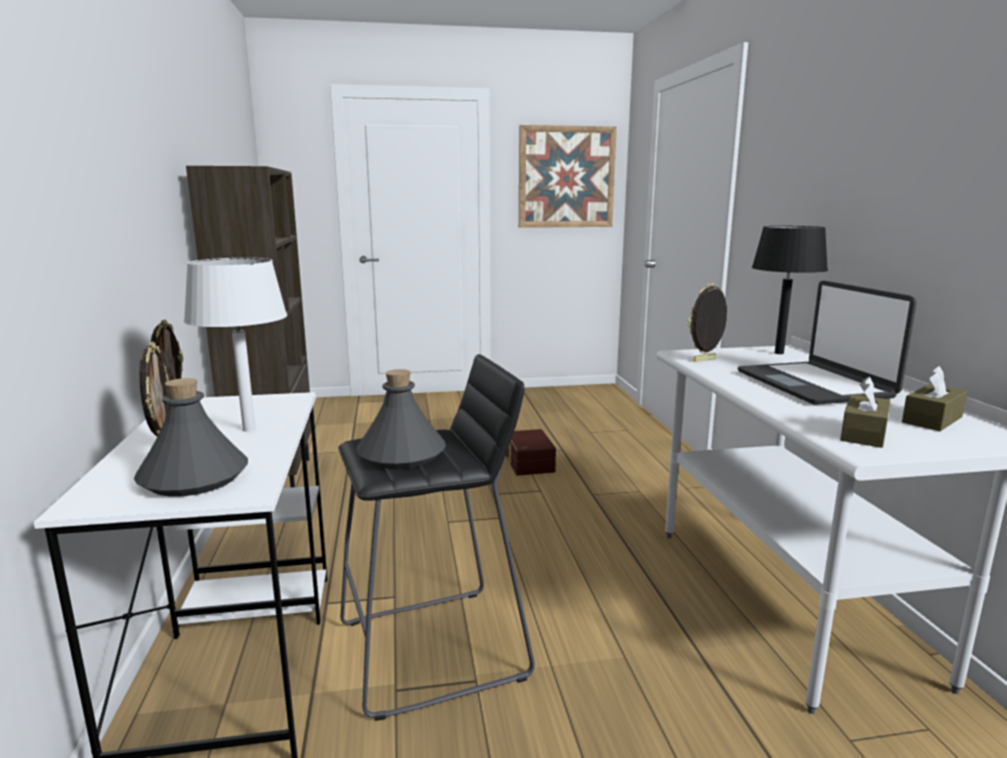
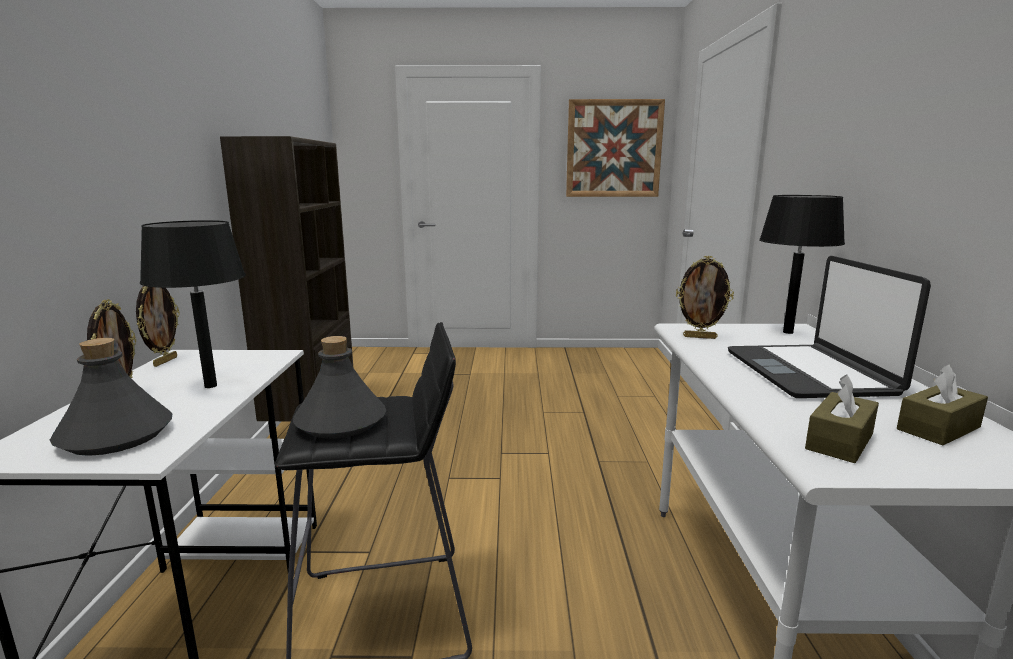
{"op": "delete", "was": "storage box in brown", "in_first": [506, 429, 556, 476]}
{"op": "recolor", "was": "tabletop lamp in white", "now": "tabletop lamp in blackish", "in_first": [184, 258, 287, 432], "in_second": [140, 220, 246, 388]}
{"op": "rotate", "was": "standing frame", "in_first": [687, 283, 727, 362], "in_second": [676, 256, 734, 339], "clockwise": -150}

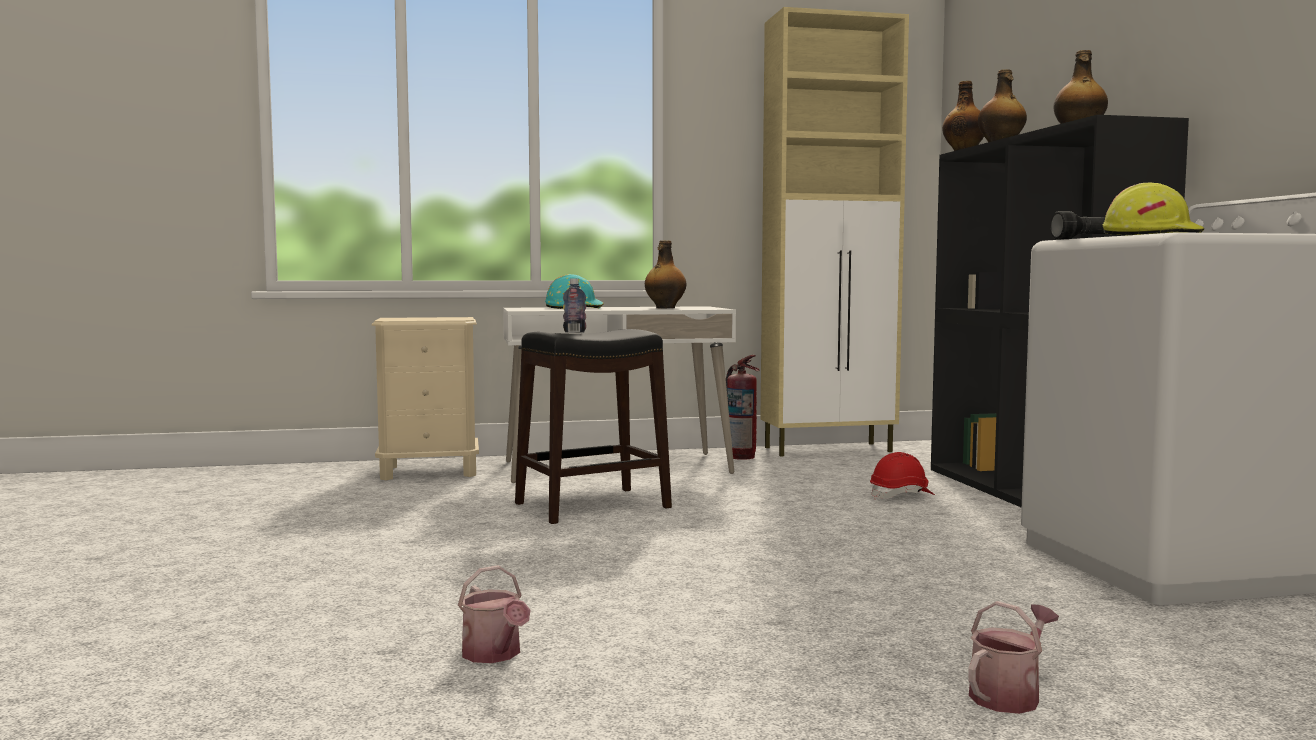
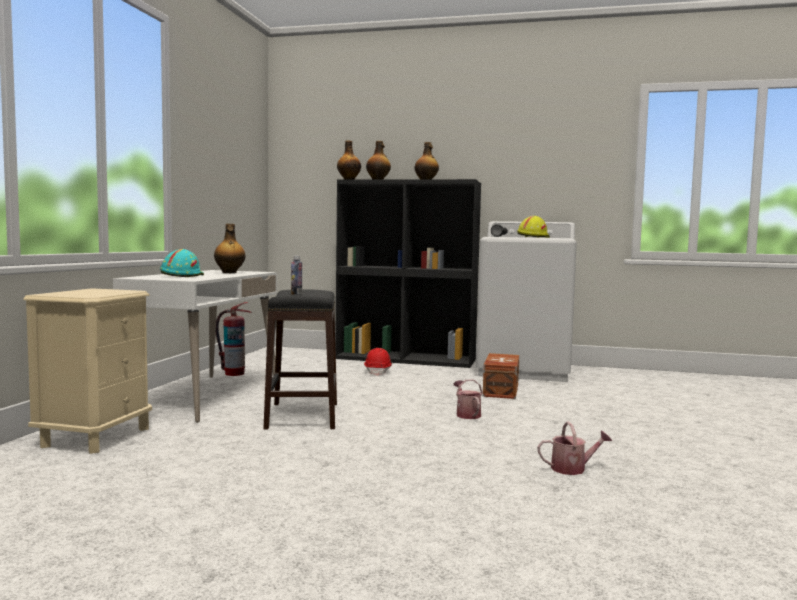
{"op": "delete", "was": "storage cabinet in sand-coloured", "in_first": [761, 7, 909, 456]}
{"op": "insert", "now": "storage box in brown", "in_second": [483, 353, 519, 399]}
{"op": "move", "was": "watering can", "in_first": [968, 601, 1059, 714], "in_second": [453, 379, 482, 419]}

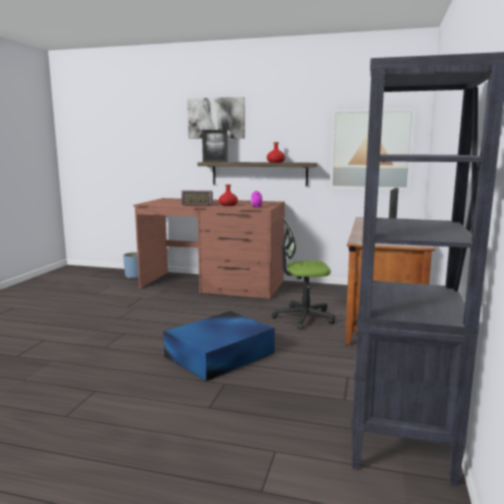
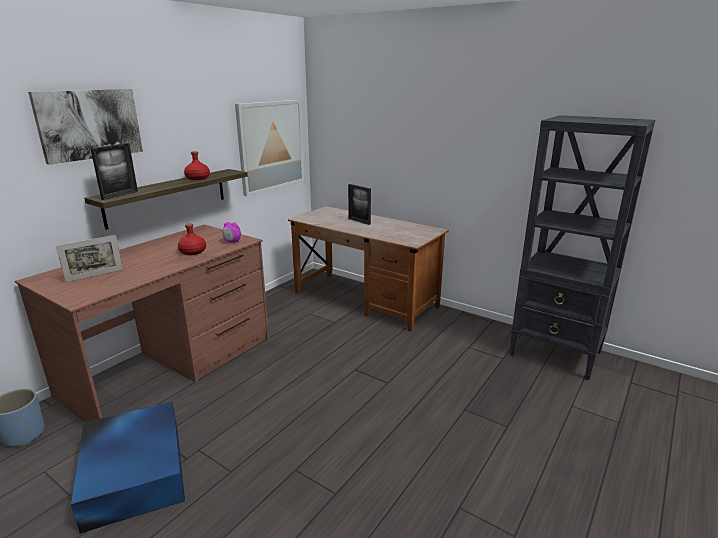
{"op": "delete", "was": "radio receiver", "in_first": [181, 190, 213, 205]}
{"op": "delete", "was": "computer chair", "in_first": [272, 216, 335, 329]}
{"op": "insert", "now": "standing frame", "in_second": [56, 235, 123, 282]}
{"op": "move", "was": "storage box in blue", "in_first": [163, 311, 275, 381], "in_second": [71, 401, 185, 534]}

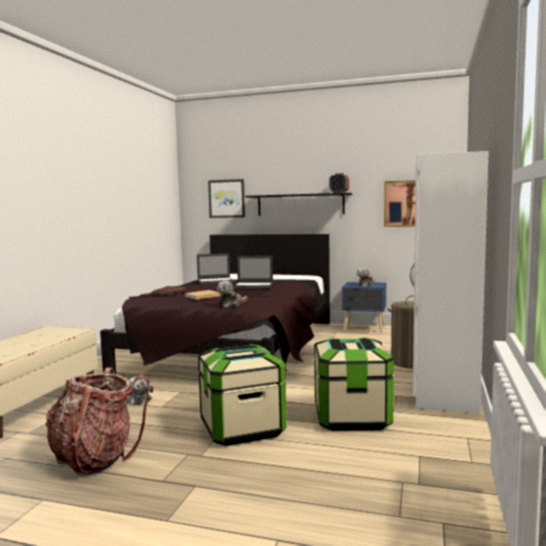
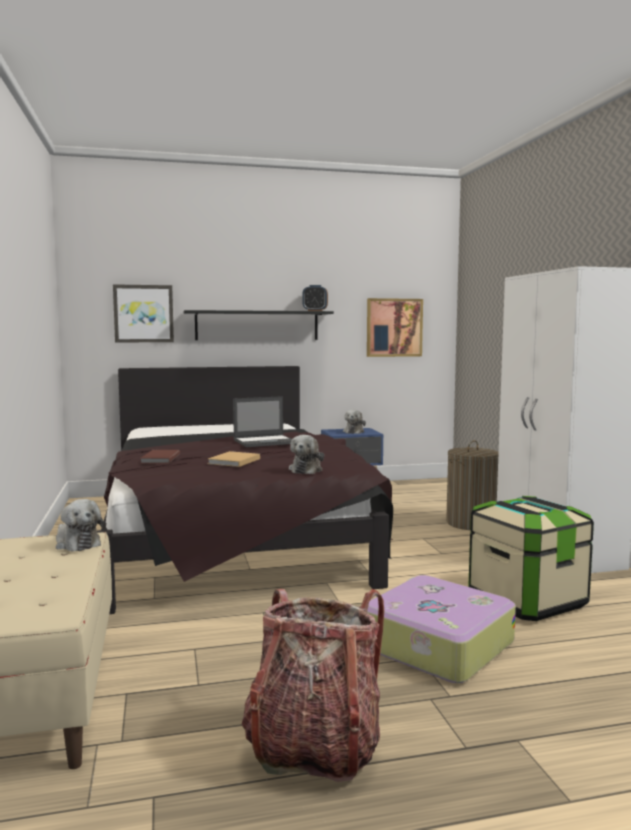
{"op": "delete", "was": "laptop", "in_first": [197, 253, 235, 284]}
{"op": "move", "was": "plush toy", "in_first": [126, 375, 153, 405], "in_second": [56, 499, 104, 551]}
{"op": "replace", "was": "storage box", "now": "suitcase", "in_first": [198, 344, 286, 446], "in_second": [367, 575, 516, 683]}

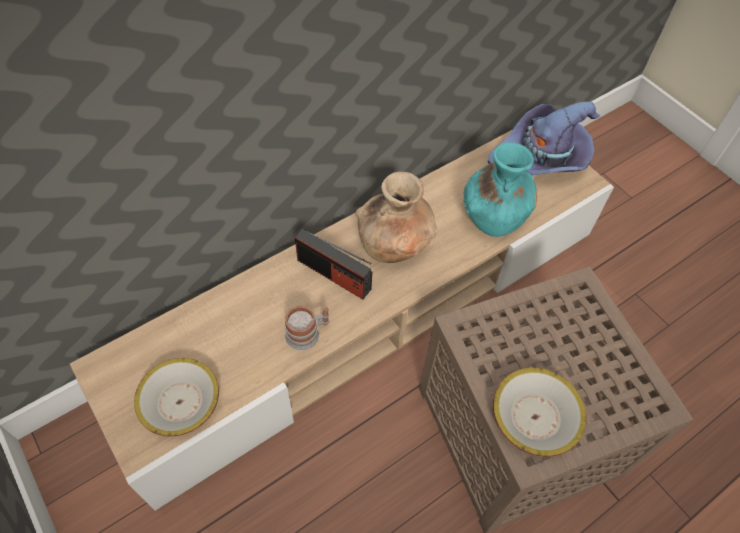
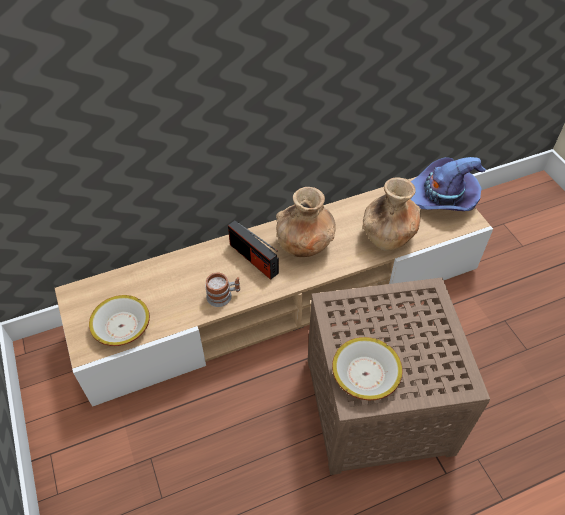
{"op": "recolor", "was": "decorative vase in blue-green", "now": "decorative vase in brown", "in_first": [464, 142, 537, 237], "in_second": [363, 177, 421, 251]}

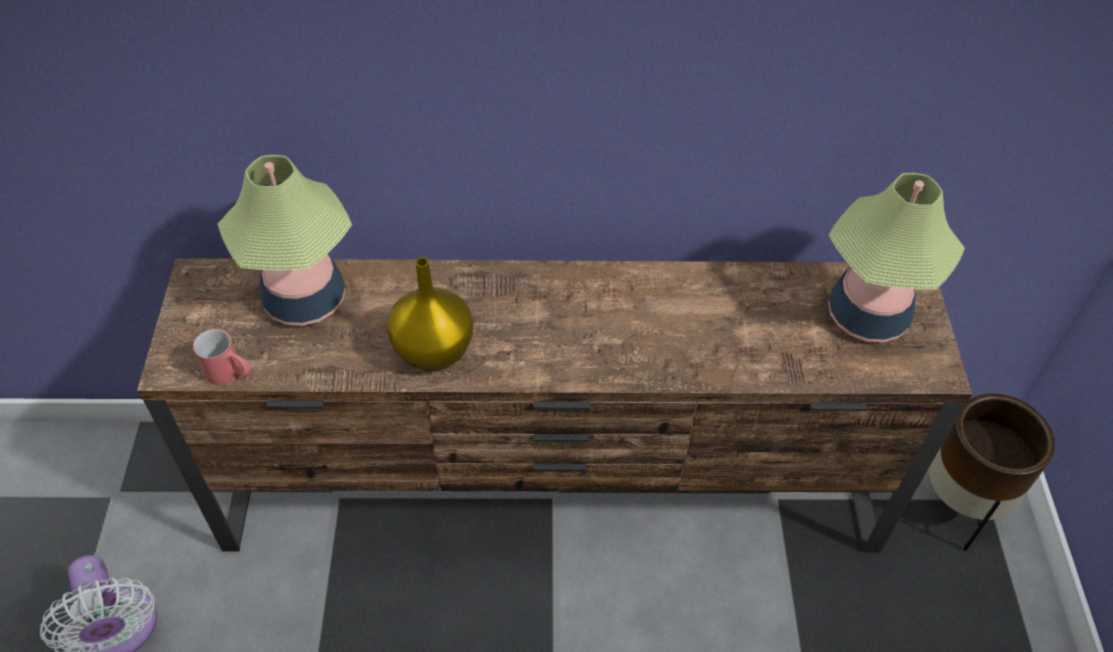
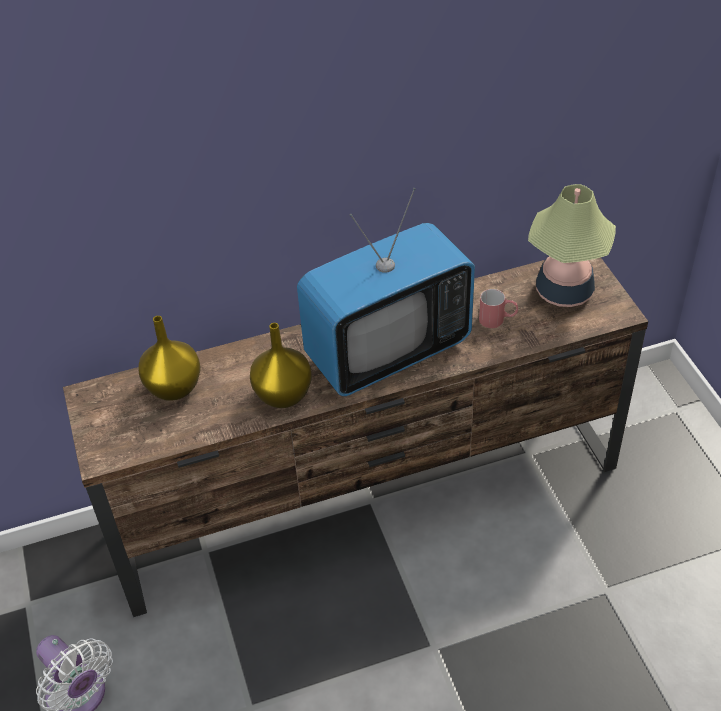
{"op": "delete", "was": "flower pot in brown", "in_first": [929, 393, 1055, 551]}
{"op": "insert", "now": "TV", "in_second": [297, 188, 475, 396]}
{"op": "move", "was": "coffee mug in red", "in_first": [193, 329, 252, 386], "in_second": [479, 289, 518, 328]}
{"op": "replace", "was": "tabletop lamp", "now": "decorative vase in yellow-coloured", "in_first": [218, 155, 352, 326], "in_second": [138, 316, 201, 401]}

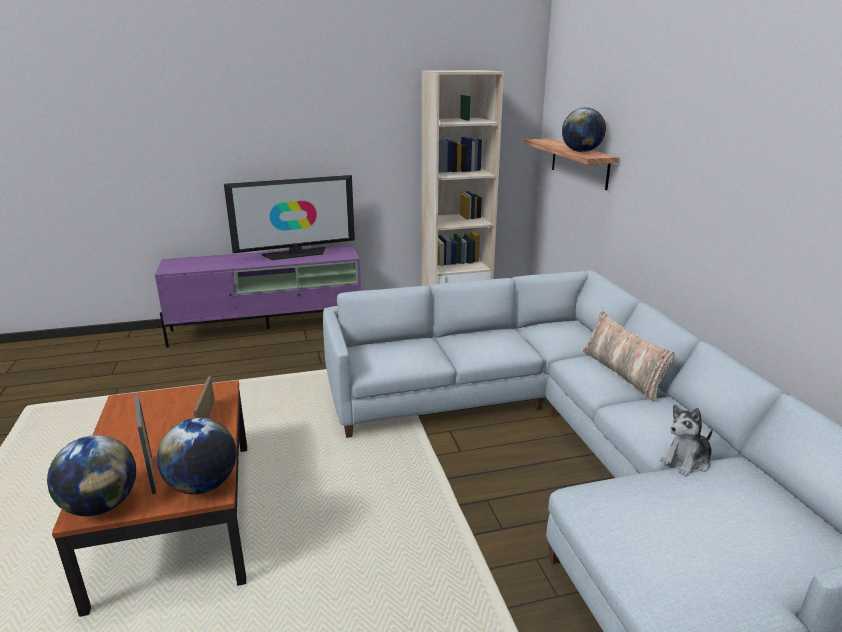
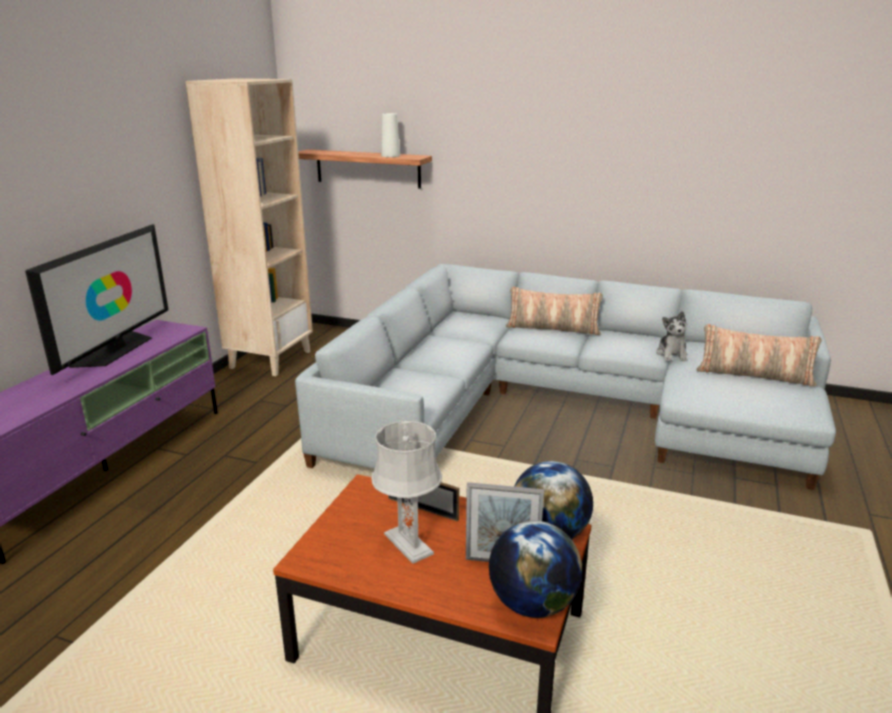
{"op": "insert", "now": "tabletop lamp in greyish", "in_second": [371, 421, 442, 564]}
{"op": "insert", "now": "throw pillow", "in_second": [696, 324, 822, 387]}
{"op": "replace", "was": "desk globe", "now": "decorative vase in white", "in_first": [562, 108, 606, 152], "in_second": [381, 113, 400, 157]}

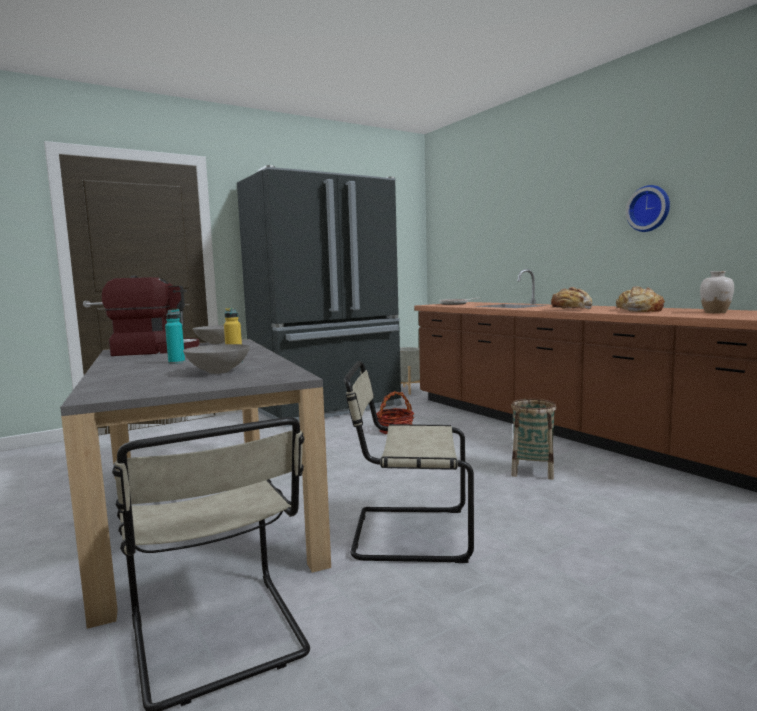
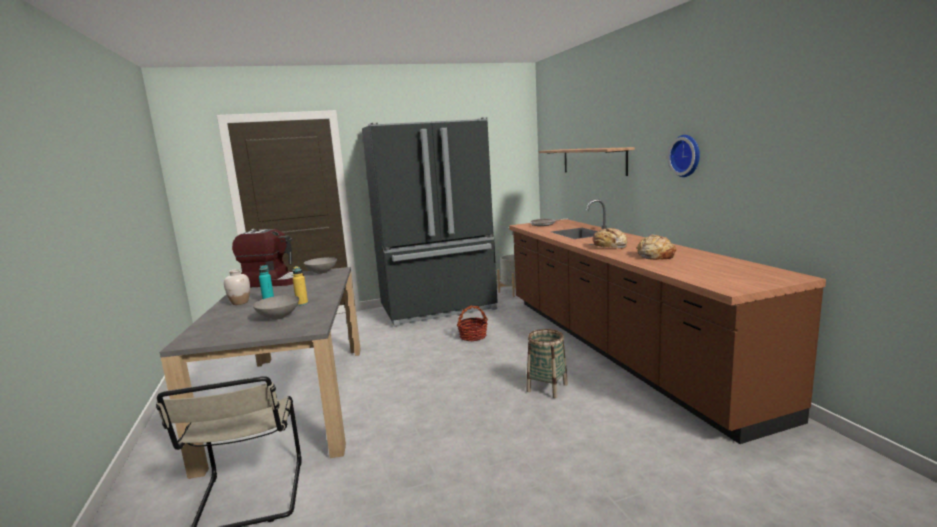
{"op": "delete", "was": "upright chair in sand-coloured", "in_first": [344, 361, 474, 563]}
{"op": "insert", "now": "bracket shelf", "in_second": [539, 147, 635, 176]}
{"op": "move", "was": "decorative vase in white", "in_first": [700, 271, 734, 313], "in_second": [224, 269, 250, 305]}

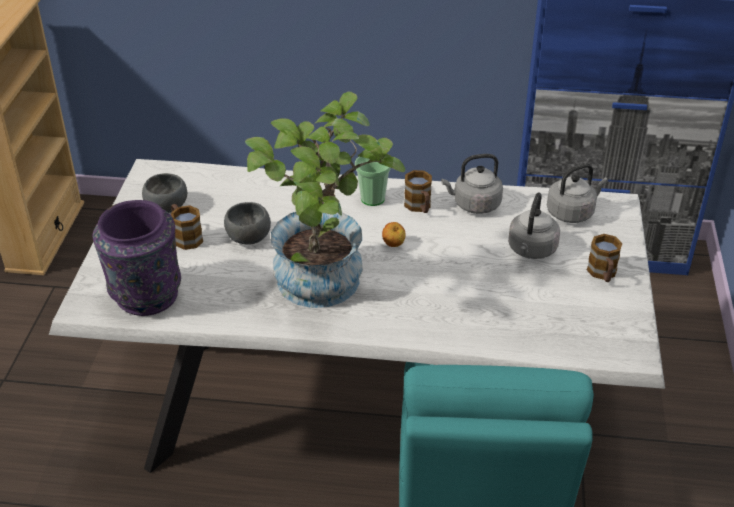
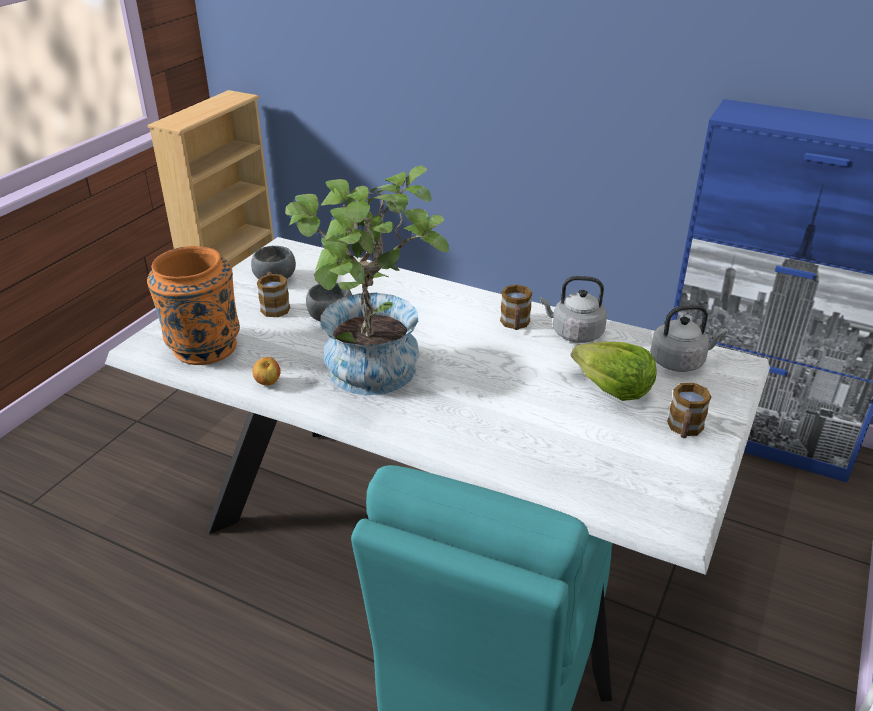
{"op": "delete", "was": "drinking cup", "in_first": [355, 157, 391, 206]}
{"op": "move", "was": "apple fruit", "in_first": [382, 222, 405, 247], "in_second": [252, 357, 281, 386]}
{"op": "replace", "was": "kettle in greyish", "now": "lettuce", "in_first": [508, 193, 560, 259], "in_second": [571, 342, 657, 401]}
{"op": "recolor", "was": "decorative vase in purple-coloured", "now": "decorative vase in orangey", "in_first": [92, 200, 181, 316], "in_second": [147, 246, 240, 365]}

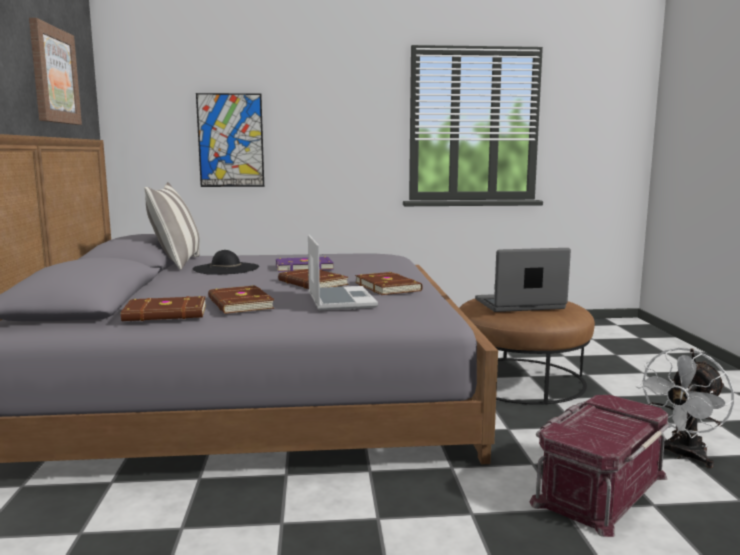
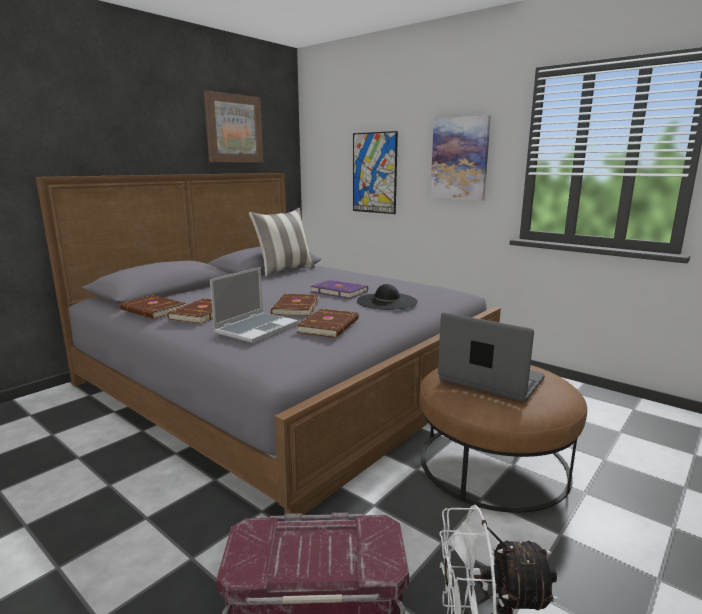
{"op": "insert", "now": "wall picture", "in_second": [430, 115, 491, 200]}
{"op": "move", "was": "clothing hat in blackish", "in_first": [193, 250, 259, 275], "in_second": [357, 284, 418, 310]}

